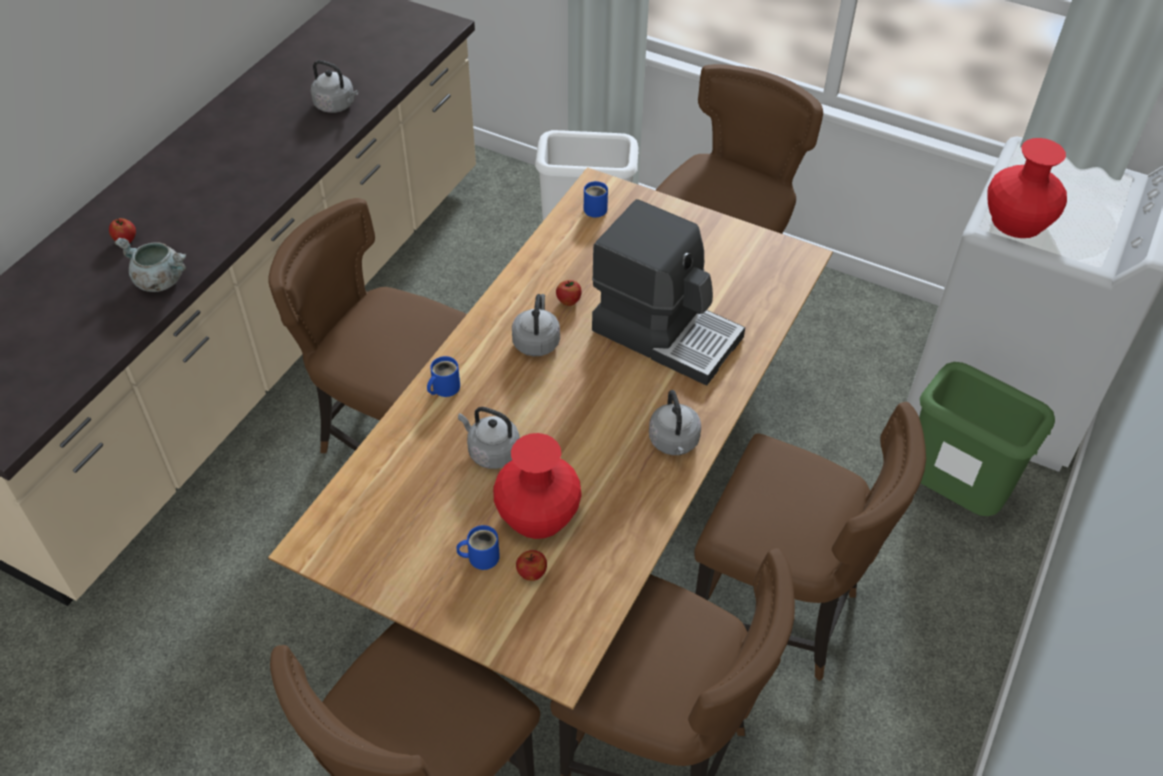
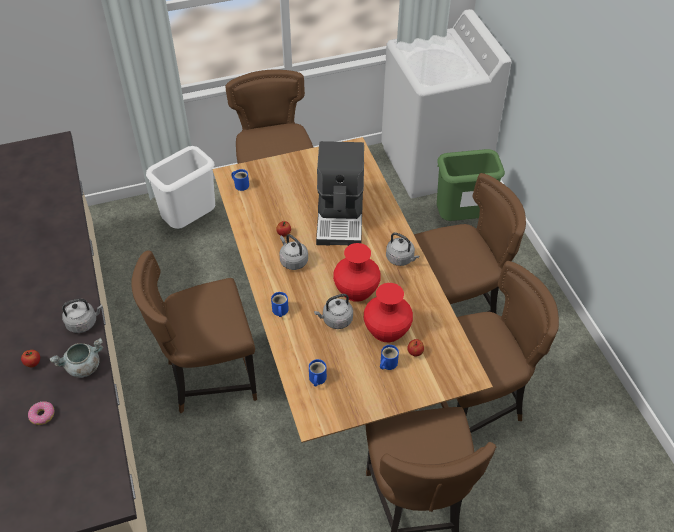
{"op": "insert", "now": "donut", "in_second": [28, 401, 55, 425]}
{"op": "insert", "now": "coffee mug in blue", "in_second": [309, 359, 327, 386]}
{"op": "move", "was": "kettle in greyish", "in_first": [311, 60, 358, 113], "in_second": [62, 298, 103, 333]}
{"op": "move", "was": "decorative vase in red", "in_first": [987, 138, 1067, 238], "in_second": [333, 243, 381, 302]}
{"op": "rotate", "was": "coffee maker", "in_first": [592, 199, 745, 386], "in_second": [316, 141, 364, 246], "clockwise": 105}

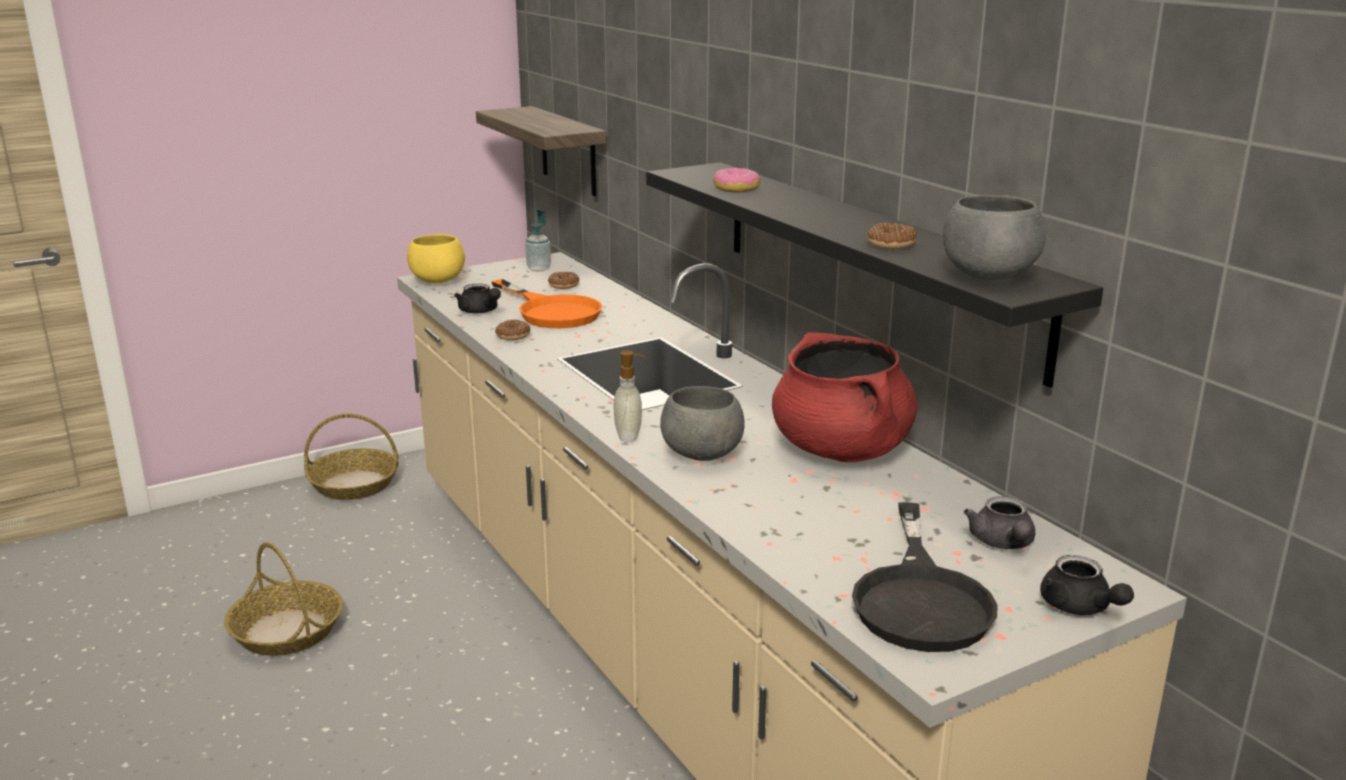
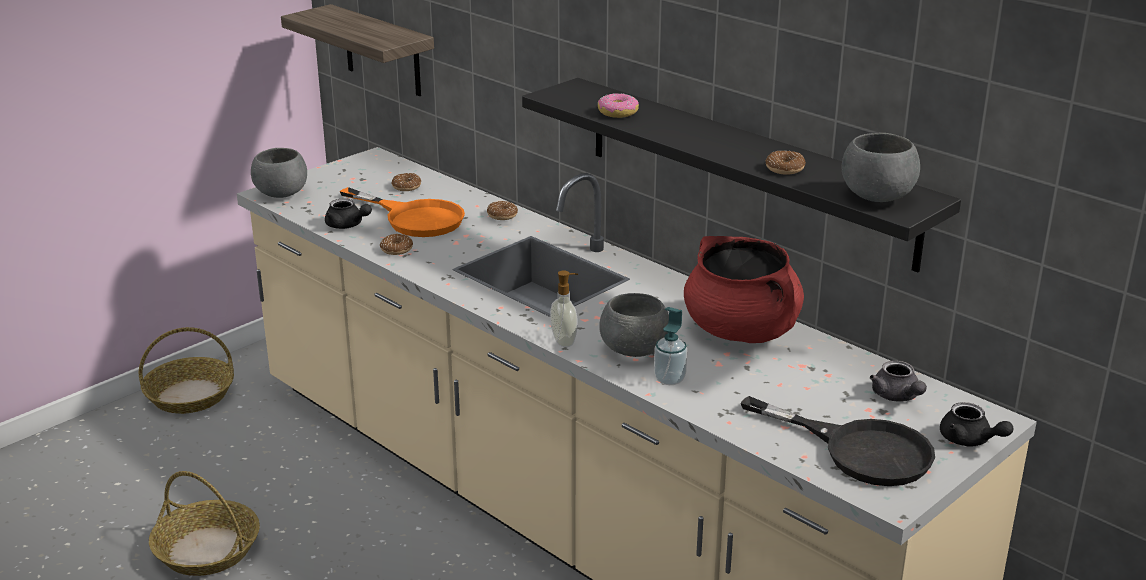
{"op": "insert", "now": "donut", "in_second": [487, 201, 518, 220]}
{"op": "move", "was": "liquid soap bottle", "in_first": [525, 208, 551, 271], "in_second": [654, 307, 687, 385]}
{"op": "recolor", "was": "bowl in yellow-coloured", "now": "bowl in greyish", "in_first": [407, 234, 465, 283], "in_second": [251, 148, 307, 198]}
{"op": "rotate", "was": "pan in blackish", "in_first": [852, 502, 998, 652], "in_second": [741, 396, 935, 486], "clockwise": -45}

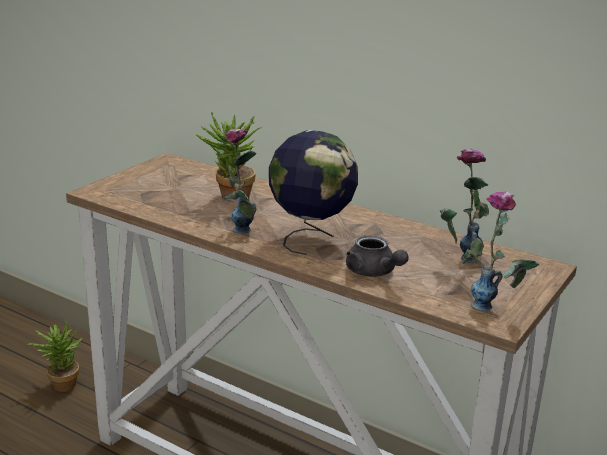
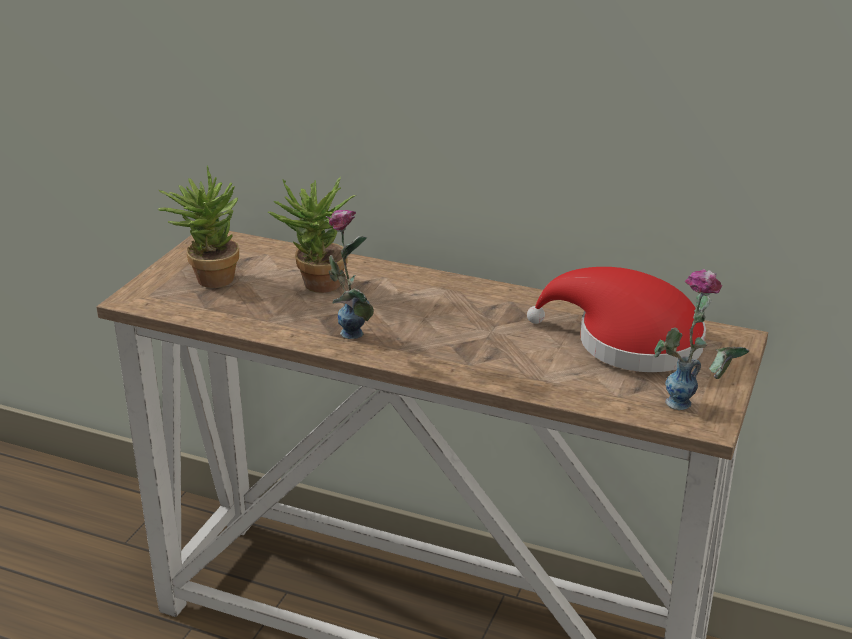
{"op": "delete", "was": "desk globe", "in_first": [269, 130, 358, 255]}
{"op": "delete", "was": "teapot in greyish", "in_first": [346, 235, 409, 277]}
{"op": "move", "was": "potted plant", "in_first": [27, 318, 82, 392], "in_second": [158, 165, 239, 288]}
{"op": "replace", "was": "decorative vase", "now": "clothing hat in red", "in_first": [440, 149, 489, 263], "in_second": [527, 267, 706, 372]}

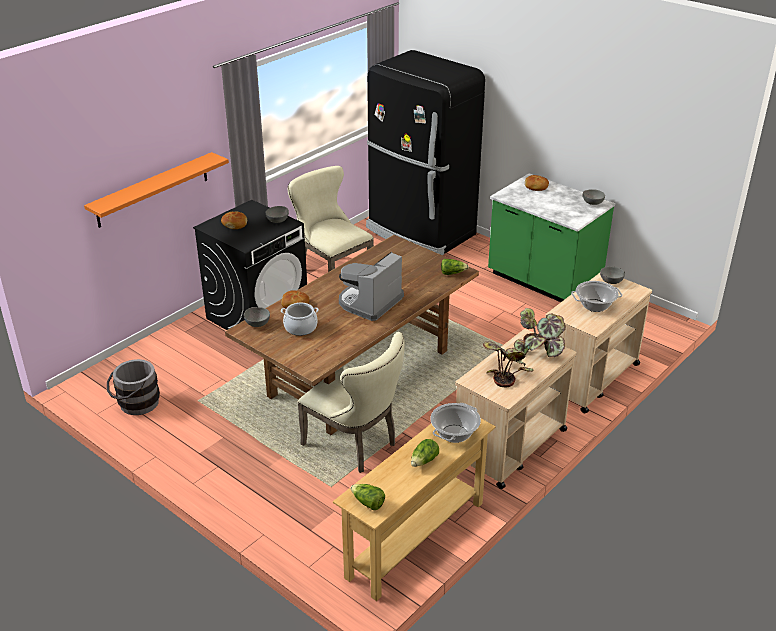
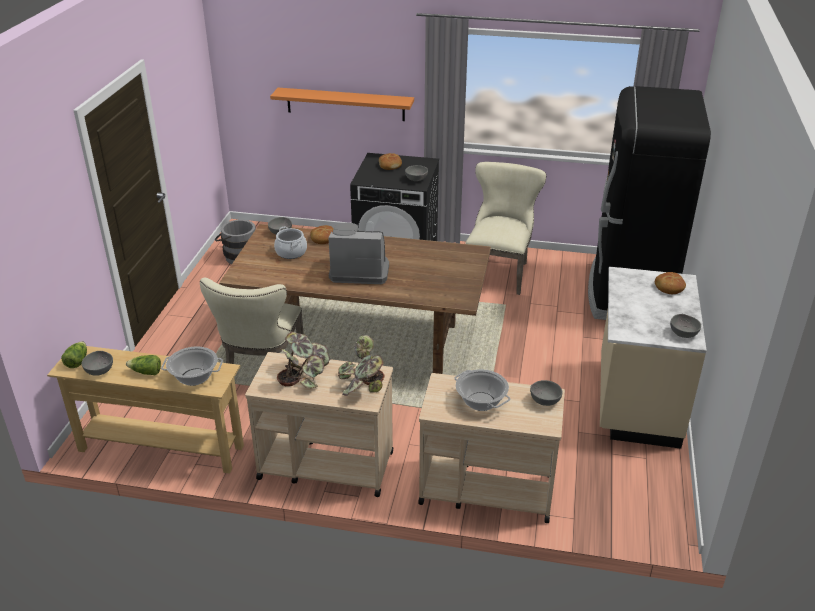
{"op": "delete", "was": "lettuce", "in_first": [441, 259, 469, 275]}
{"op": "insert", "now": "bowl in greyish", "in_second": [82, 351, 113, 376]}
{"op": "recolor", "was": "kitchen counter in greenish", "now": "kitchen counter in sand-coloured", "in_first": [488, 173, 615, 302], "in_second": [600, 267, 707, 449]}

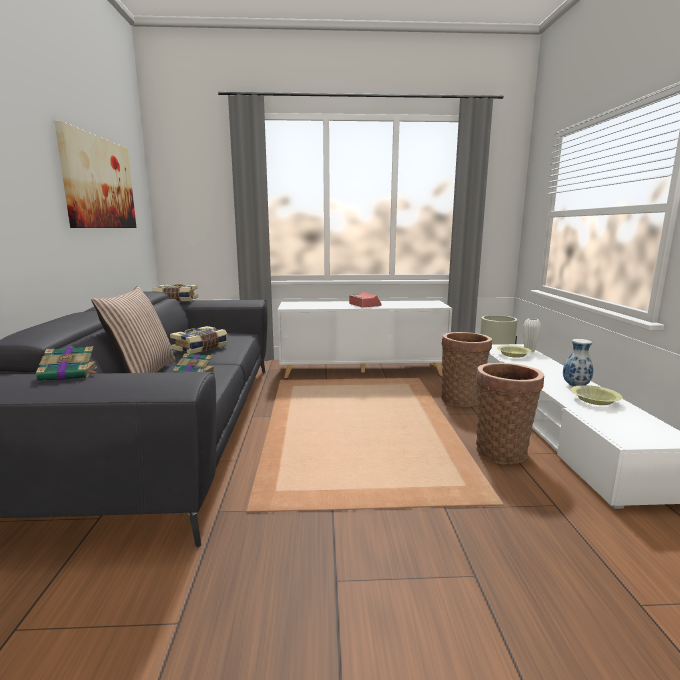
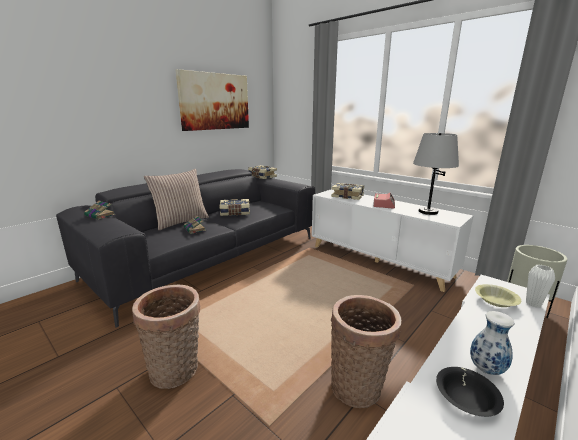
{"op": "insert", "now": "bound book", "in_second": [331, 183, 364, 200]}
{"op": "insert", "now": "tabletop lamp in greyish", "in_second": [413, 133, 459, 215]}
{"op": "move", "was": "household basket", "in_first": [441, 332, 492, 407], "in_second": [132, 285, 201, 389]}
{"op": "recolor", "was": "bowl in yellow-coloured", "now": "bowl in blackish", "in_first": [571, 385, 623, 405], "in_second": [436, 367, 504, 417]}

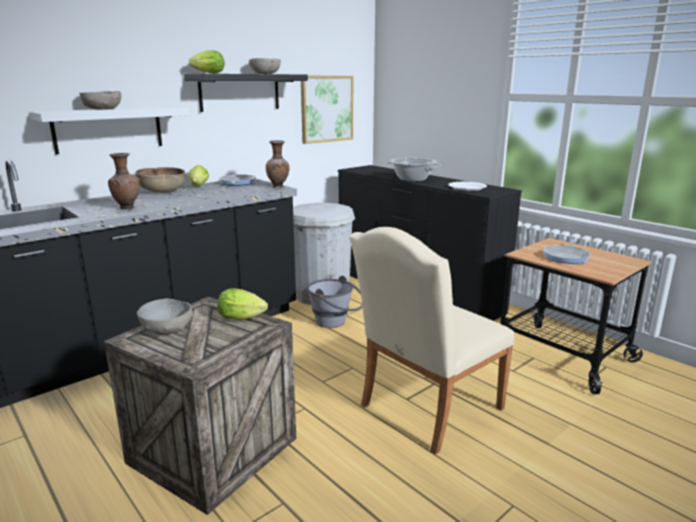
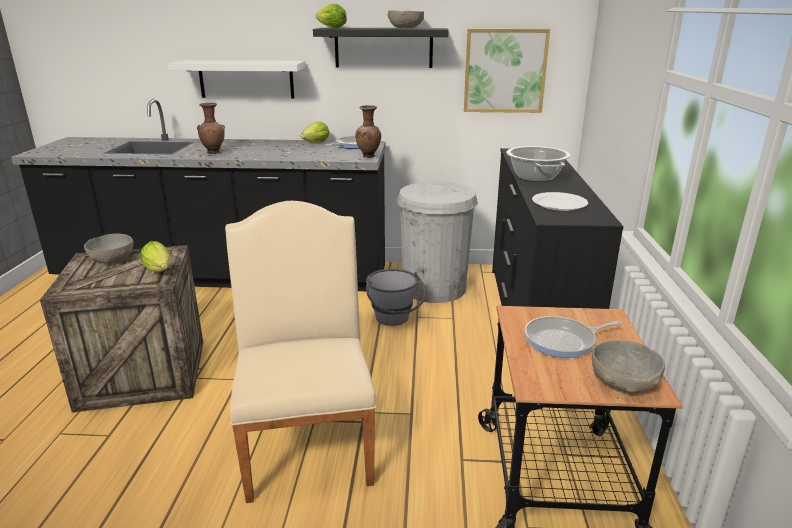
{"op": "delete", "was": "bowl in brown", "in_first": [135, 167, 185, 193]}
{"op": "move", "was": "bowl in greyish", "in_first": [79, 91, 121, 110], "in_second": [592, 340, 665, 393]}
{"op": "rotate", "was": "upright chair in sand-coloured", "in_first": [349, 227, 514, 455], "in_second": [225, 201, 377, 503], "clockwise": 75}

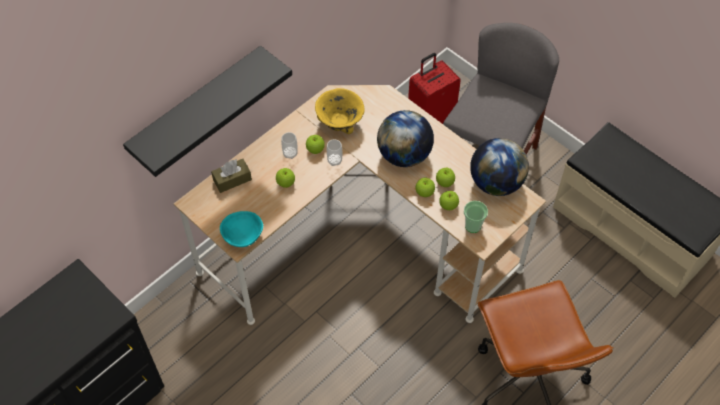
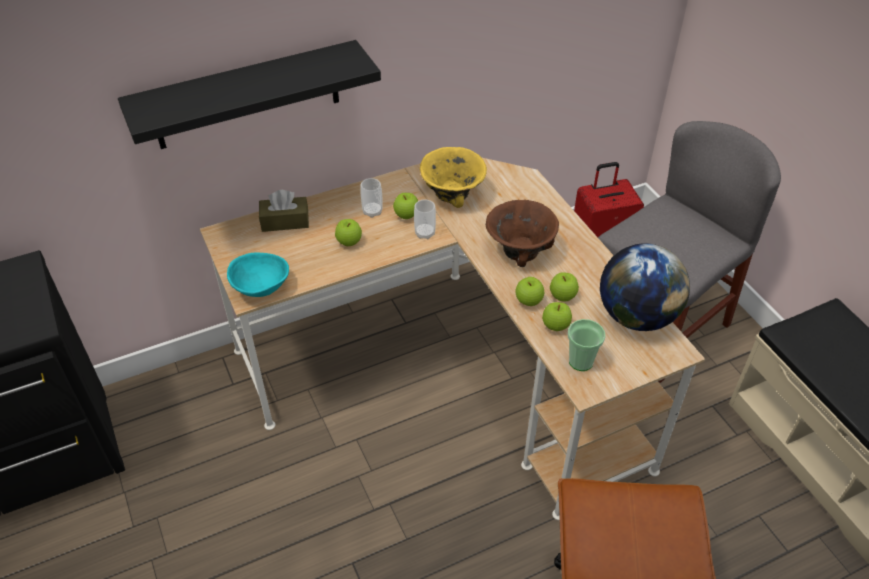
{"op": "replace", "was": "desk globe", "now": "bowl in brown", "in_first": [377, 110, 434, 167], "in_second": [486, 200, 559, 267]}

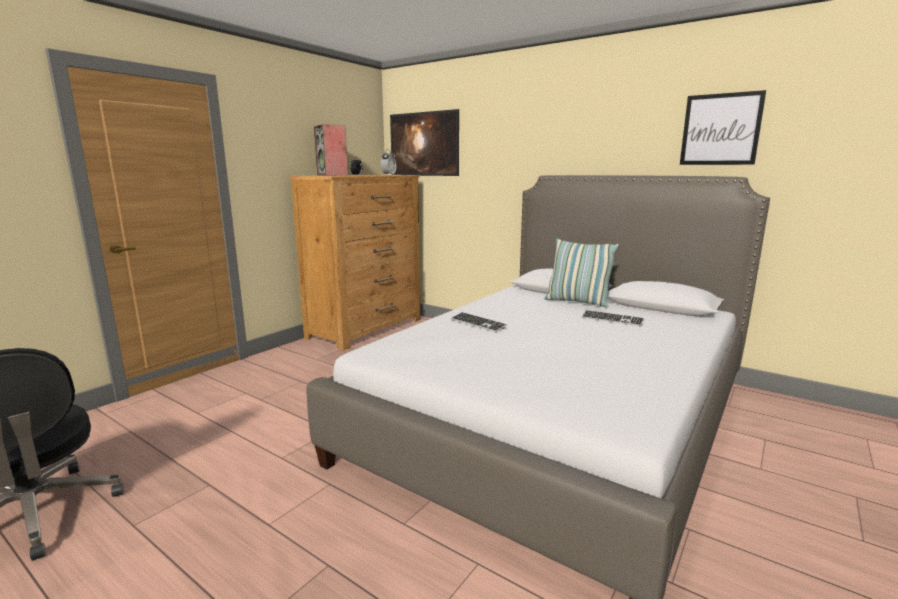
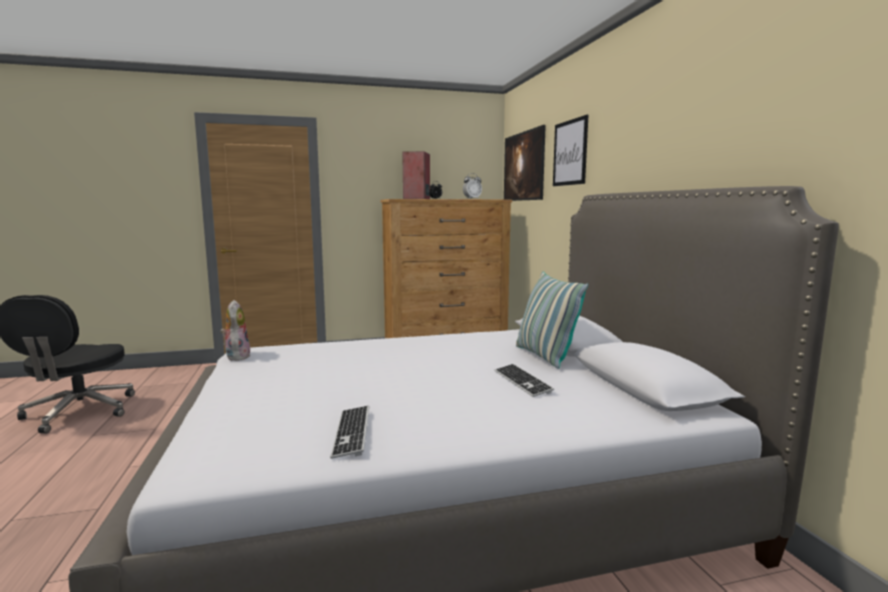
{"op": "insert", "now": "plush toy", "in_second": [220, 300, 251, 361]}
{"op": "move", "was": "computer keyboard", "in_first": [451, 312, 507, 332], "in_second": [330, 406, 369, 459]}
{"op": "move", "was": "wall picture", "in_first": [680, 90, 766, 165], "in_second": [553, 115, 588, 186]}

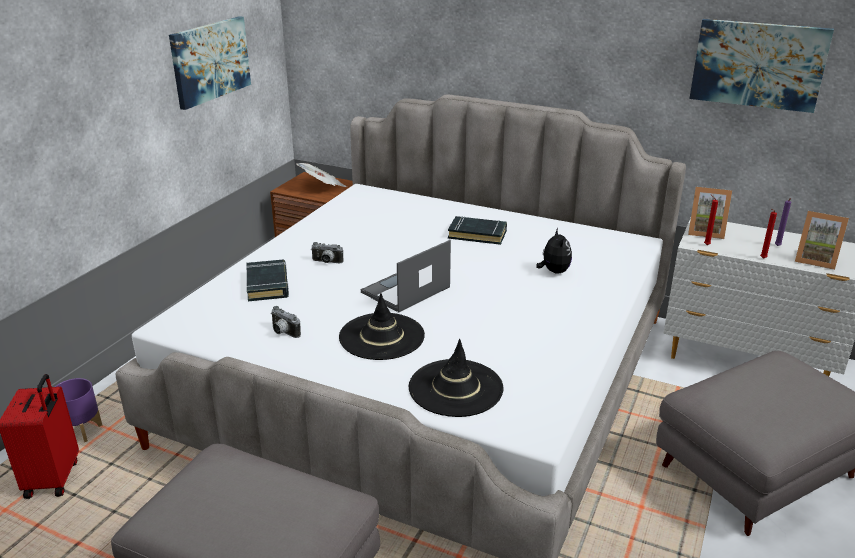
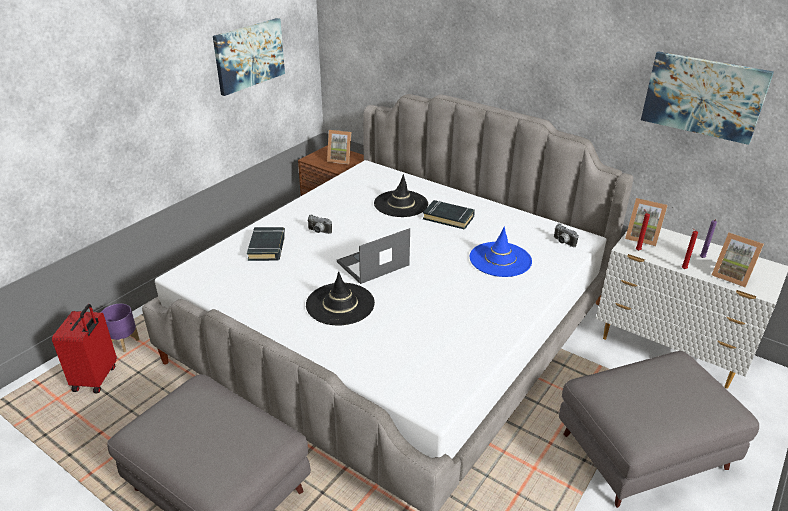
{"op": "move", "was": "photo camera", "in_first": [271, 306, 301, 338], "in_second": [554, 223, 579, 247]}
{"op": "move", "was": "clothing hat in blackish", "in_first": [409, 339, 504, 417], "in_second": [374, 174, 428, 217]}
{"op": "replace", "was": "printed paper", "now": "standing frame", "in_first": [297, 163, 347, 187], "in_second": [327, 130, 351, 164]}
{"op": "replace", "was": "plush toy", "now": "clothing hat in blue", "in_first": [536, 228, 572, 274], "in_second": [470, 226, 532, 277]}

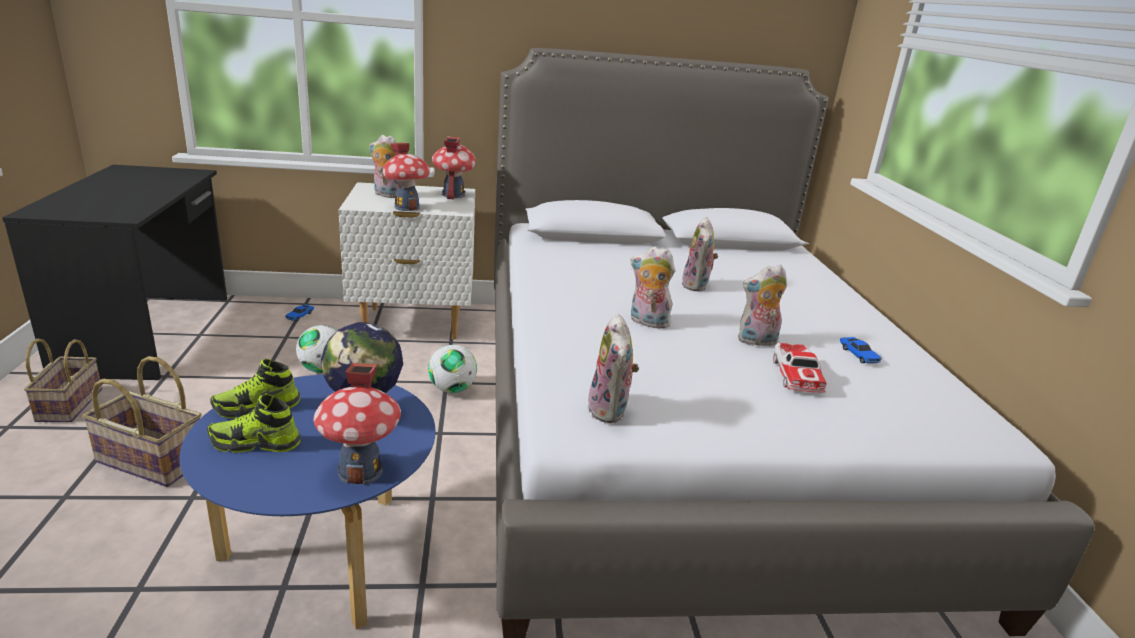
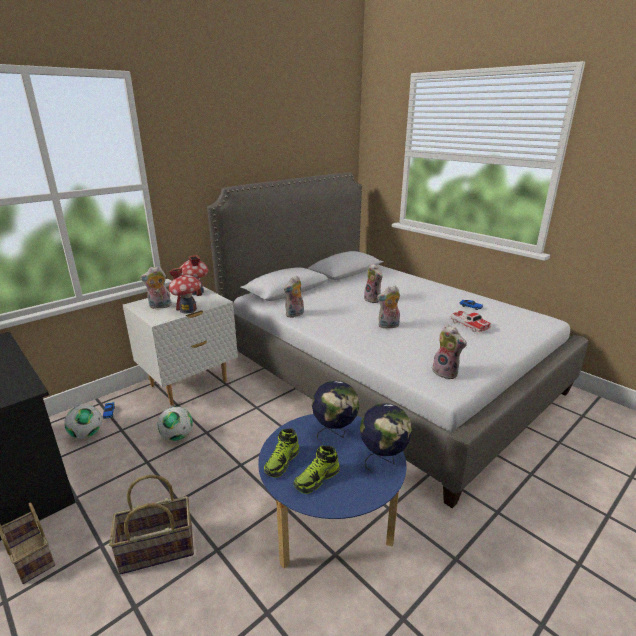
{"op": "move", "was": "ball for football", "in_first": [428, 345, 477, 393], "in_second": [64, 405, 102, 439]}
{"op": "move", "was": "plush toy", "in_first": [738, 265, 787, 346], "in_second": [284, 275, 304, 318]}
{"op": "replace", "was": "toy house", "now": "desk globe", "in_first": [313, 363, 401, 485], "in_second": [360, 403, 412, 473]}

